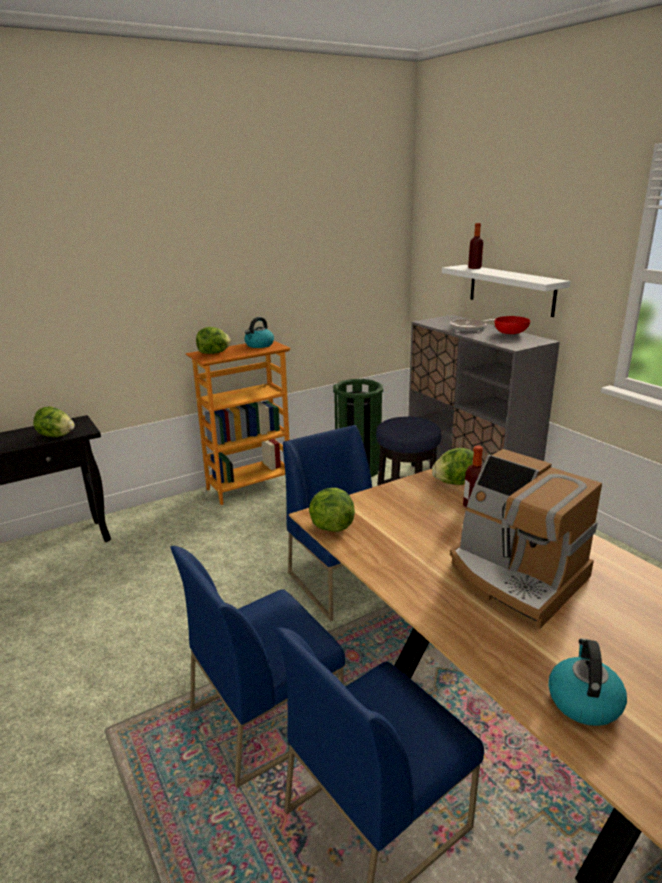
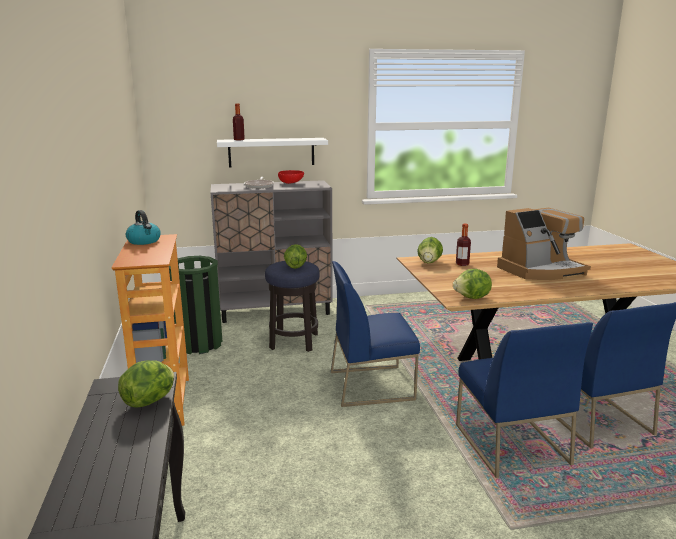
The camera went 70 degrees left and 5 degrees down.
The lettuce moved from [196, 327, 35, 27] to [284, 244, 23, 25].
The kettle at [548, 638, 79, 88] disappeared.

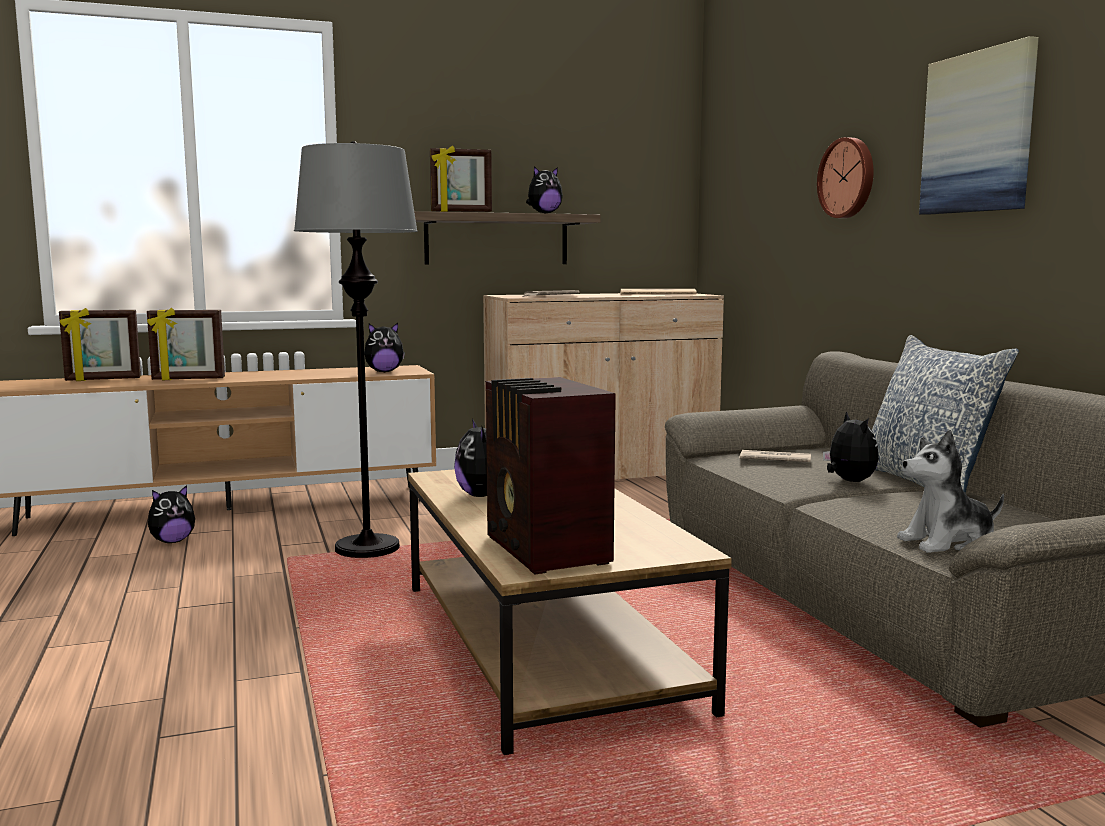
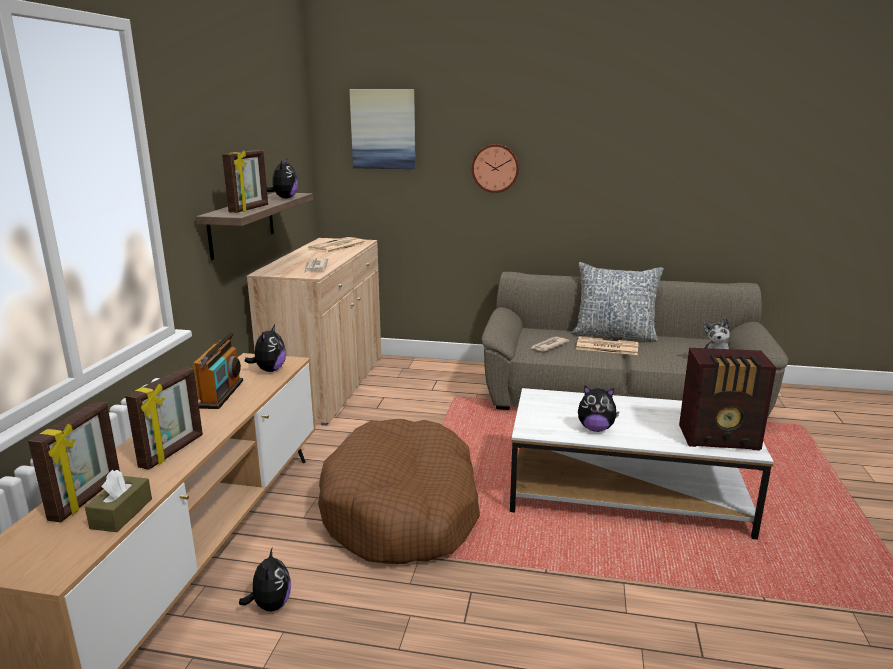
The camera went 60 degrees left and 10 degrees up.
The brown tissue box at [85, 469, 67, 63] appeared.
The radio at [193, 332, 50, 77] appeared.
The grey floor lamp at [294, 141, 124, 417] was replaced by the brown dog bed at [318, 419, 162, 145].
The picture moved from [919, 36, 120, 179] to [349, 89, 67, 80].
The brown coffee table at [408, 469, 324, 286] became the white coffee table at [510, 388, 264, 152].
The plush toy at [823, 412, 56, 70] was replaced by the newspaper at [576, 336, 62, 19].

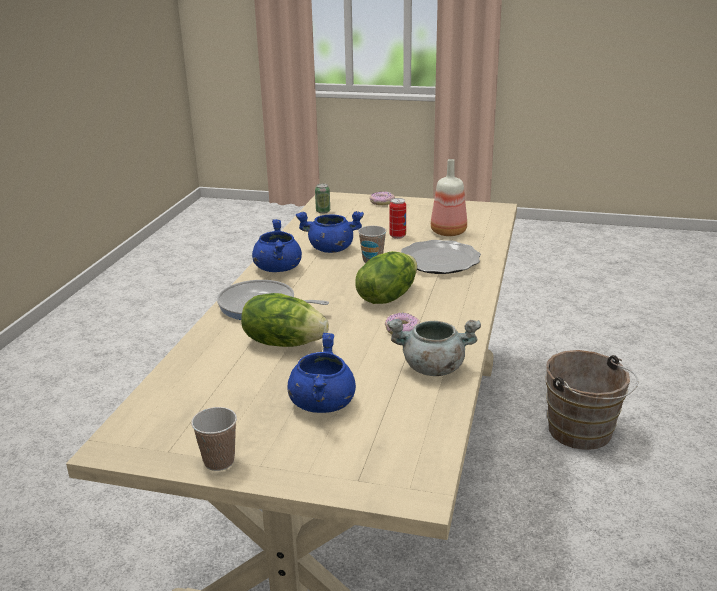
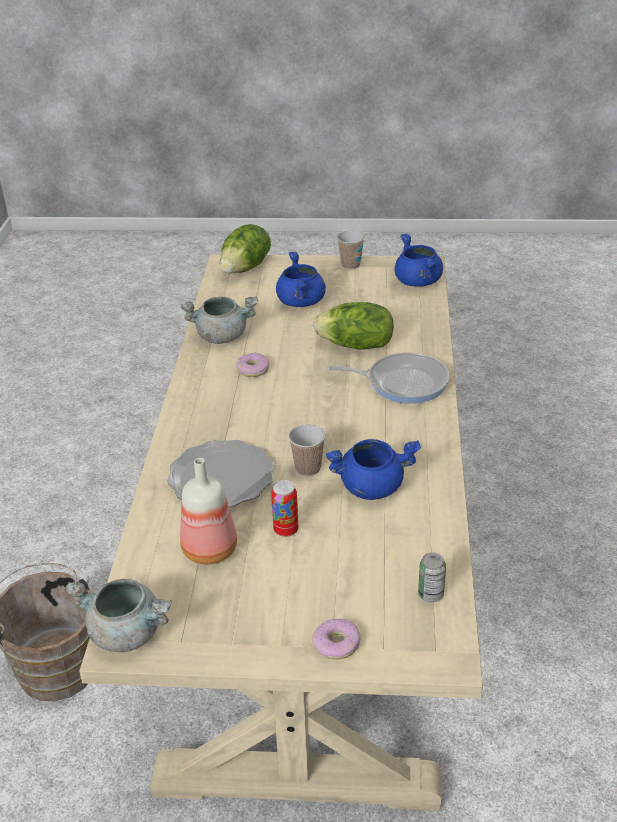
The camera went 170 degrees right and 10 degrees up.
The grey cooking pot at [64, 579, 108, 73] appeared.
The lettuce moved from [355, 251, 62, 53] to [220, 224, 51, 50].
The blue cooking pot moved from [252, 219, 50, 53] to [394, 234, 49, 53].

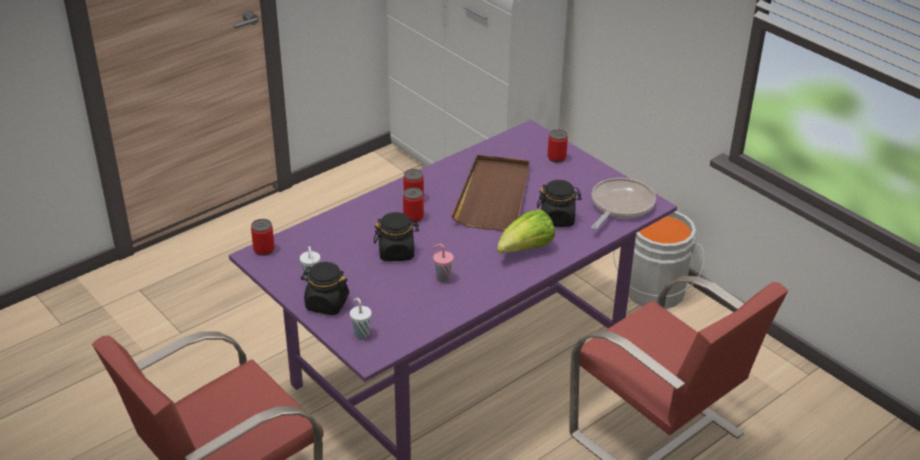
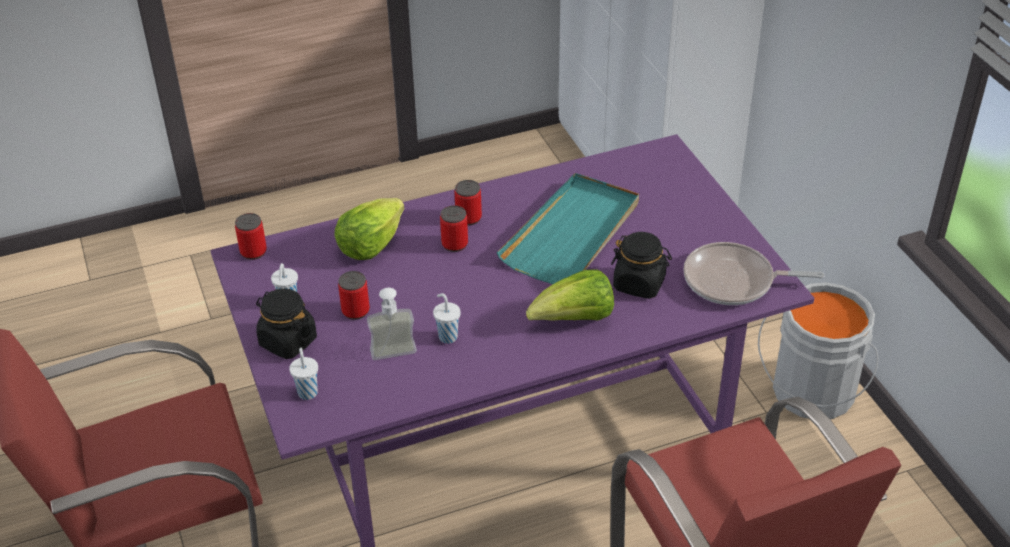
The camera went 20 degrees right and 5 degrees up.
The lettuce at [334, 198, 70, 62] appeared.
The can moved from [548, 130, 20, 33] to [338, 271, 32, 49].
The soap dispenser at [367, 288, 50, 72] appeared.
The pink cup at [433, 244, 21, 38] became the white cup at [433, 293, 28, 51].
The brown tray at [452, 155, 77, 76] became the turquoise tray at [497, 173, 142, 111].
The frying pan at [591, 178, 65, 52] turned 135 degrees counterclockwise.
The black jar at [374, 212, 45, 49] disappeared.

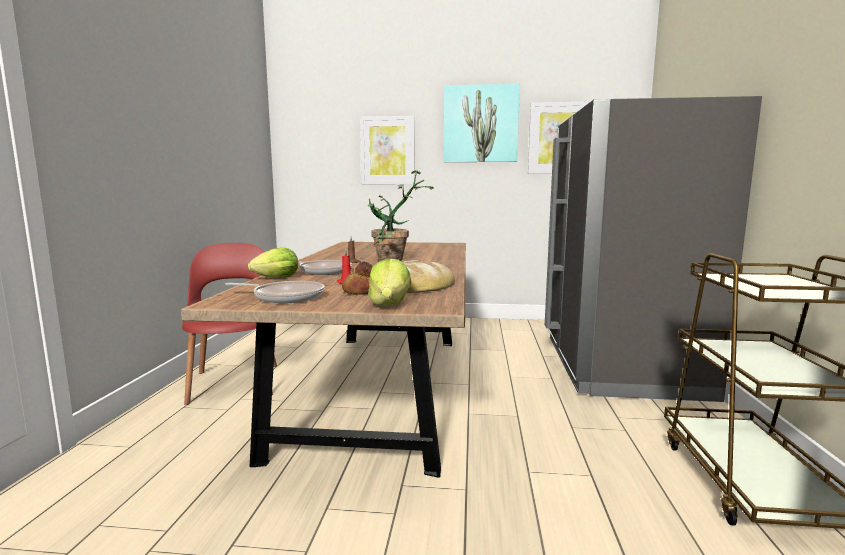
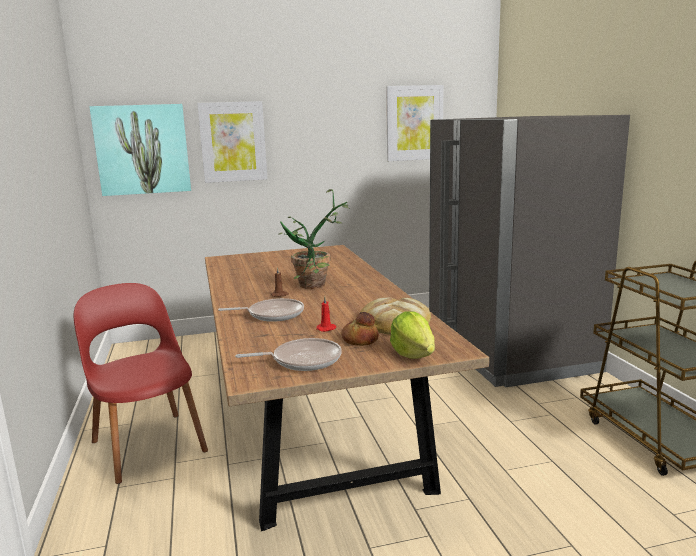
The camera went 20 degrees left and 5 degrees up.
The picture moved from [444, 84, 76, 78] to [89, 104, 102, 92].
The lettuce at [248, 248, 50, 30] disappeared.

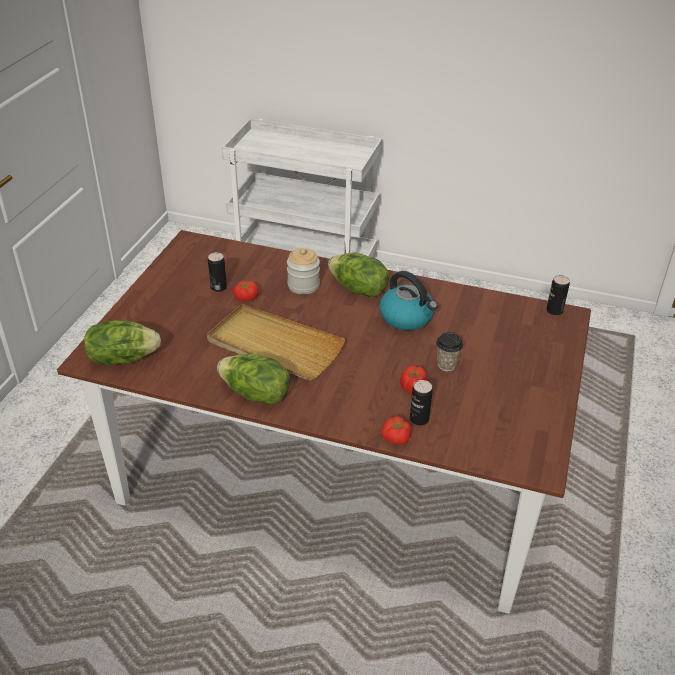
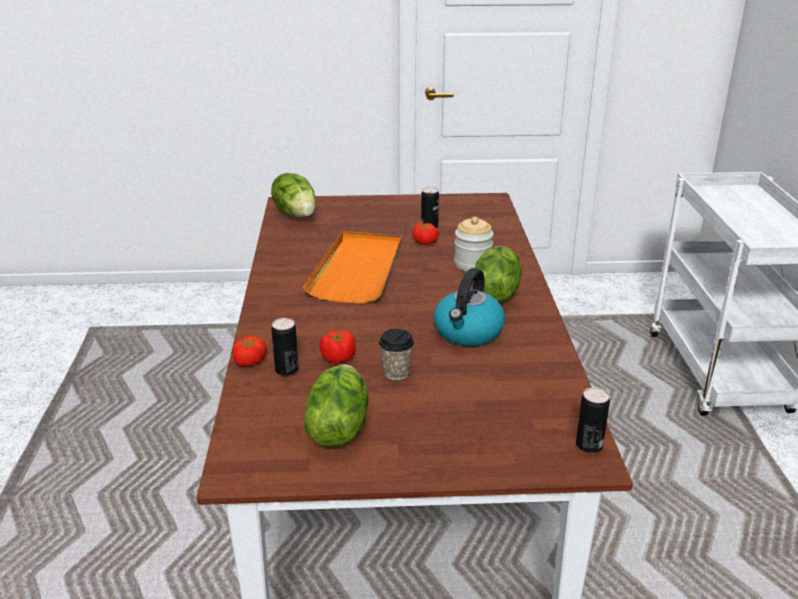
The camera went 70 degrees right and 10 degrees down.
The beige tray at [207, 304, 138, 77] became the orange tray at [303, 231, 99, 73].
The lettuce moved from [217, 353, 73, 52] to [304, 364, 64, 83].

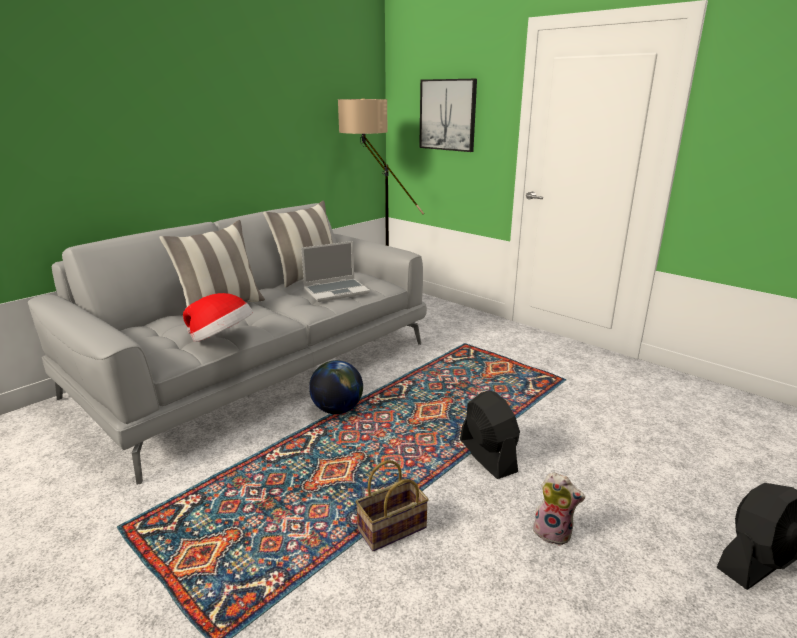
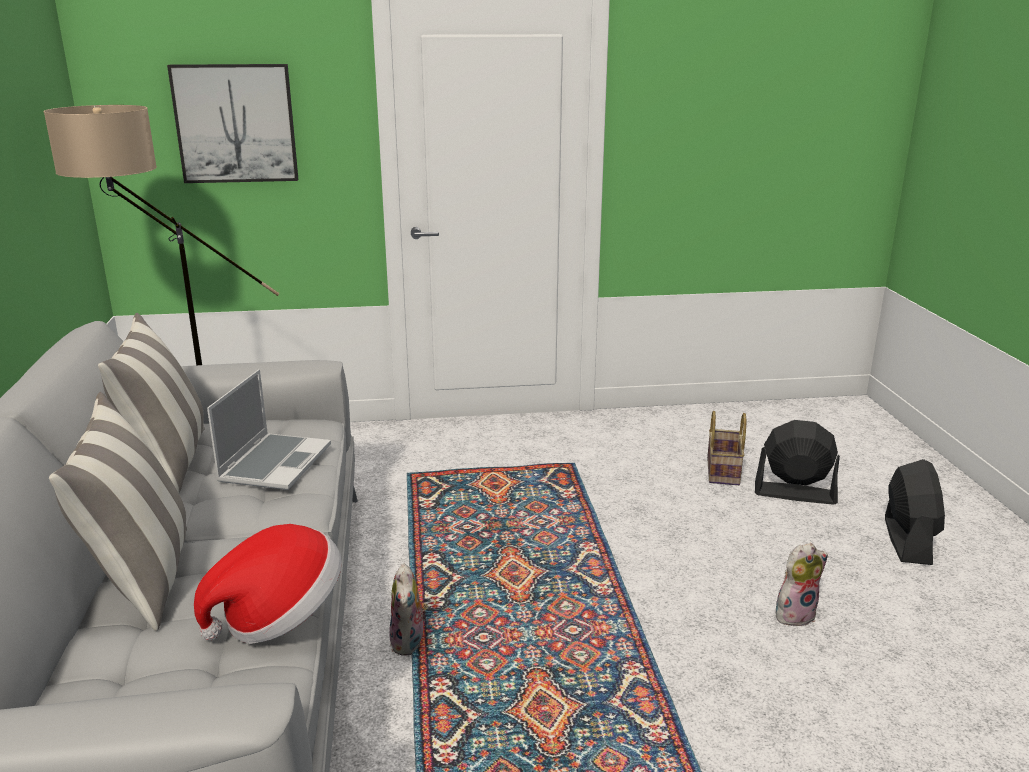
The camera went 50 degrees left and 0 degrees up.
The globe at [309, 360, 54, 54] was replaced by the plush toy at [389, 563, 39, 93].
The basket moved from [356, 460, 73, 91] to [707, 411, 39, 74].
The black fan moved from [460, 391, 60, 88] to [755, 420, 85, 85].

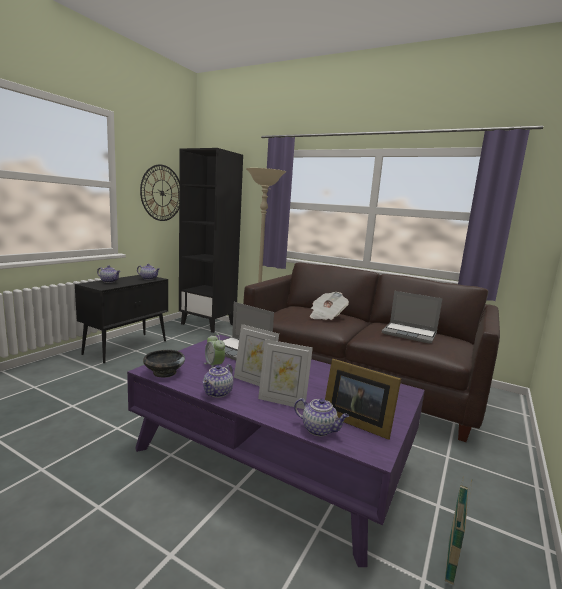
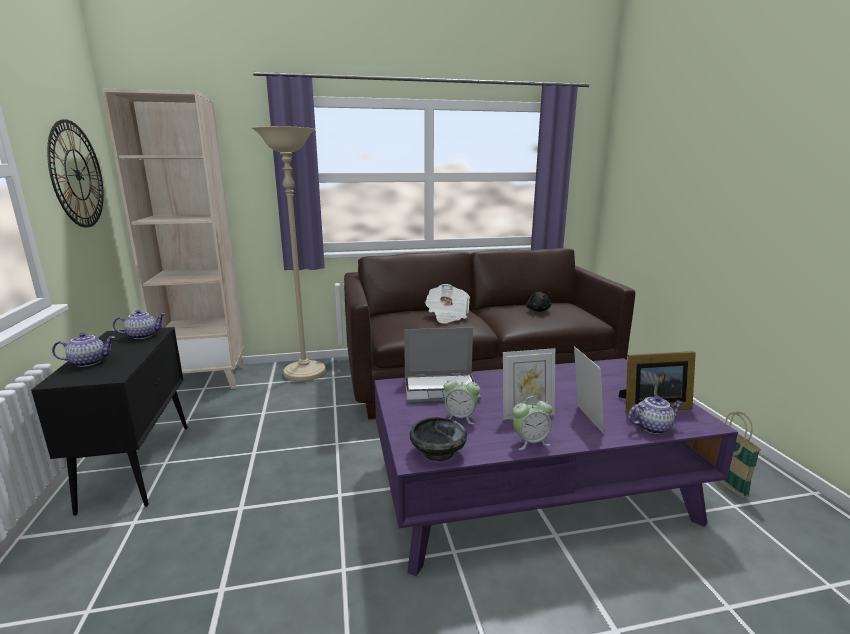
The camera went 40 degrees left and 5 degrees up.
The black bookcase at [179, 148, 64, 185] became the beige bookcase at [102, 88, 142, 301].
The teapot at [203, 364, 30, 34] was replaced by the alarm clock at [513, 396, 39, 54].
The laptop at [382, 291, 61, 53] was replaced by the black plush toy at [526, 292, 25, 20].
The picture frame at [258, 339, 55, 70] turned 75 degrees counterclockwise.

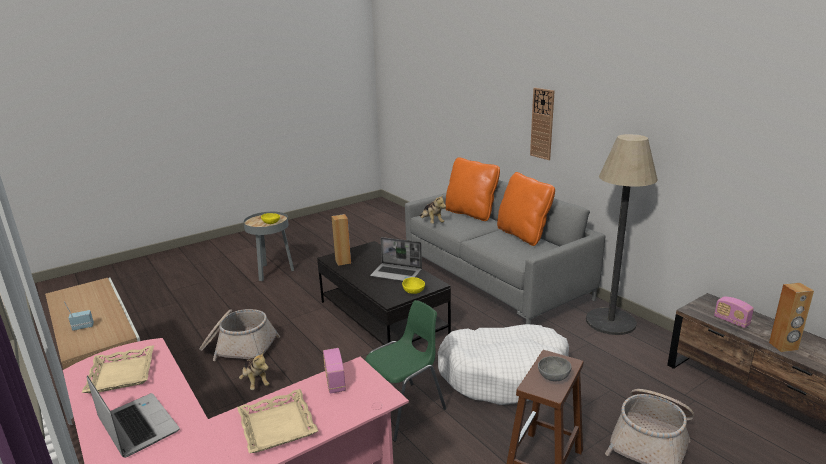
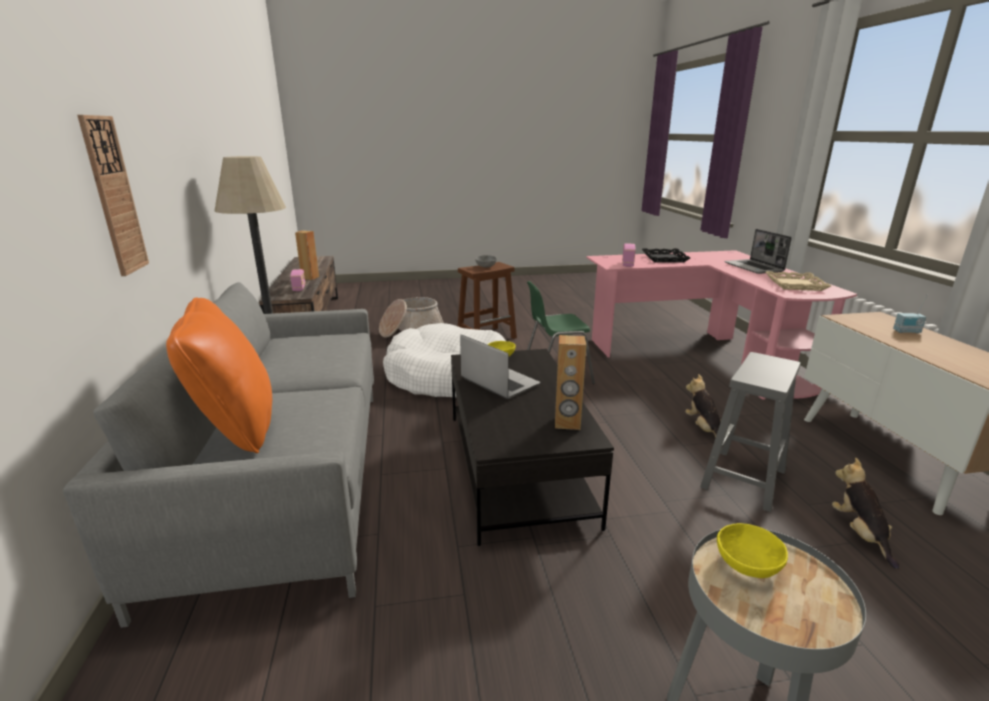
The camera went 155 degrees left and 0 degrees up.
The beige tray at [237, 389, 81, 64] became the black tray at [642, 248, 48, 15].
The basket at [199, 309, 81, 52] was replaced by the grey stool at [700, 352, 101, 160].
The plush toy moved from [419, 194, 27, 30] to [832, 458, 67, 111].
The orange pillow at [497, 172, 58, 74] disappeared.

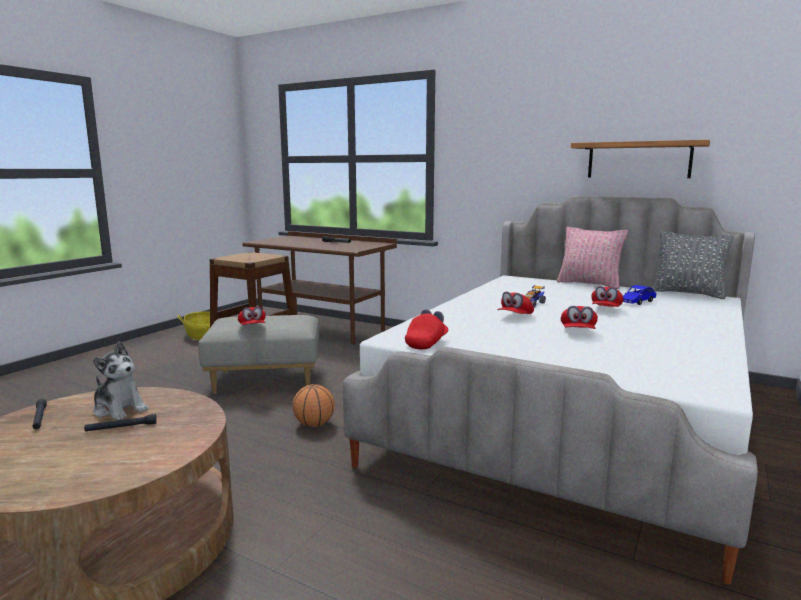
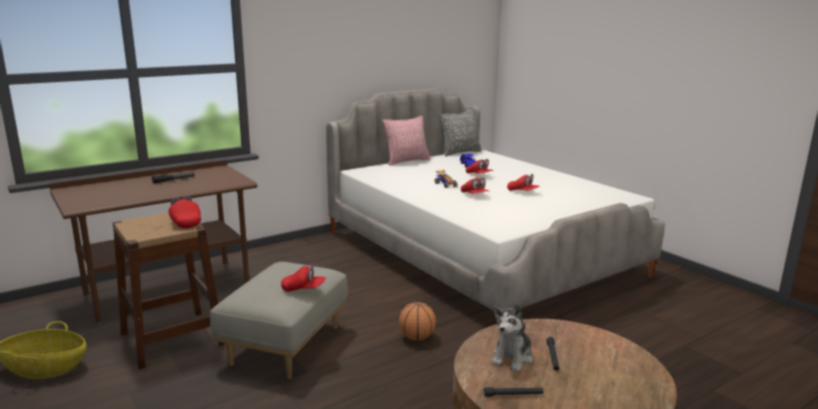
The camera went 65 degrees left and 5 degrees up.
The red cap moved from [405, 309, 43, 40] to [168, 196, 33, 32].
The plush toy at [93, 341, 55, 79] turned 150 degrees clockwise.
The shelf at [571, 140, 139, 38] disappeared.

